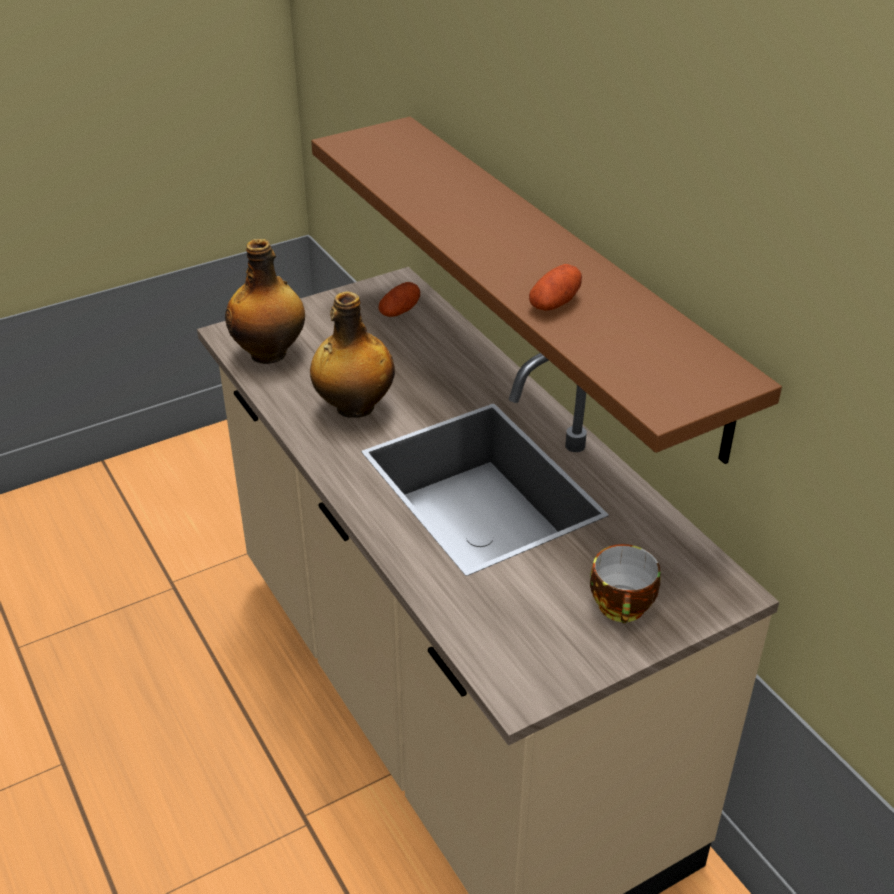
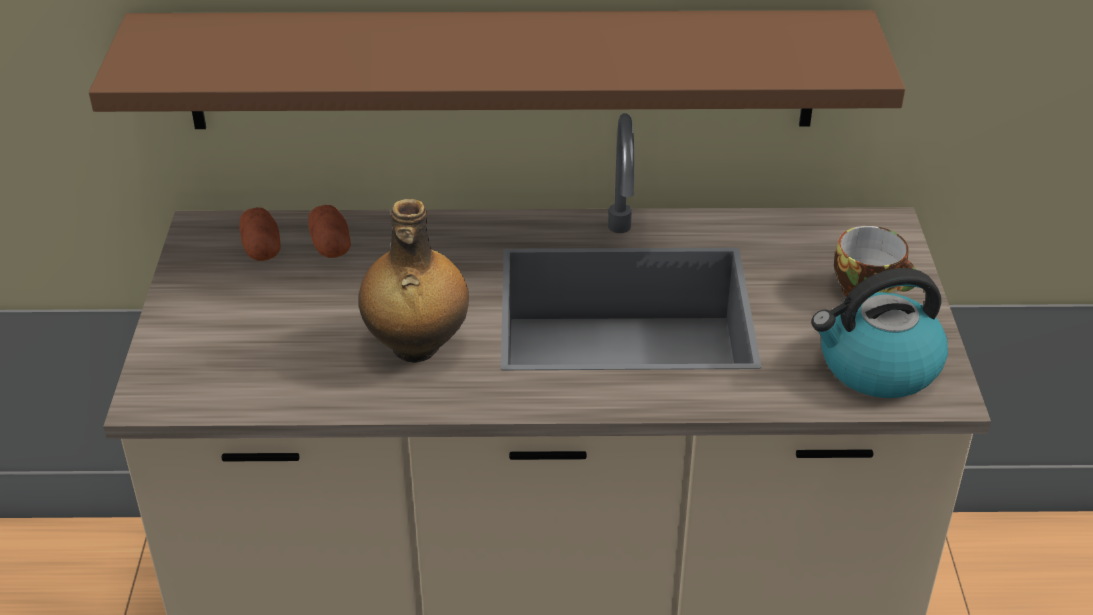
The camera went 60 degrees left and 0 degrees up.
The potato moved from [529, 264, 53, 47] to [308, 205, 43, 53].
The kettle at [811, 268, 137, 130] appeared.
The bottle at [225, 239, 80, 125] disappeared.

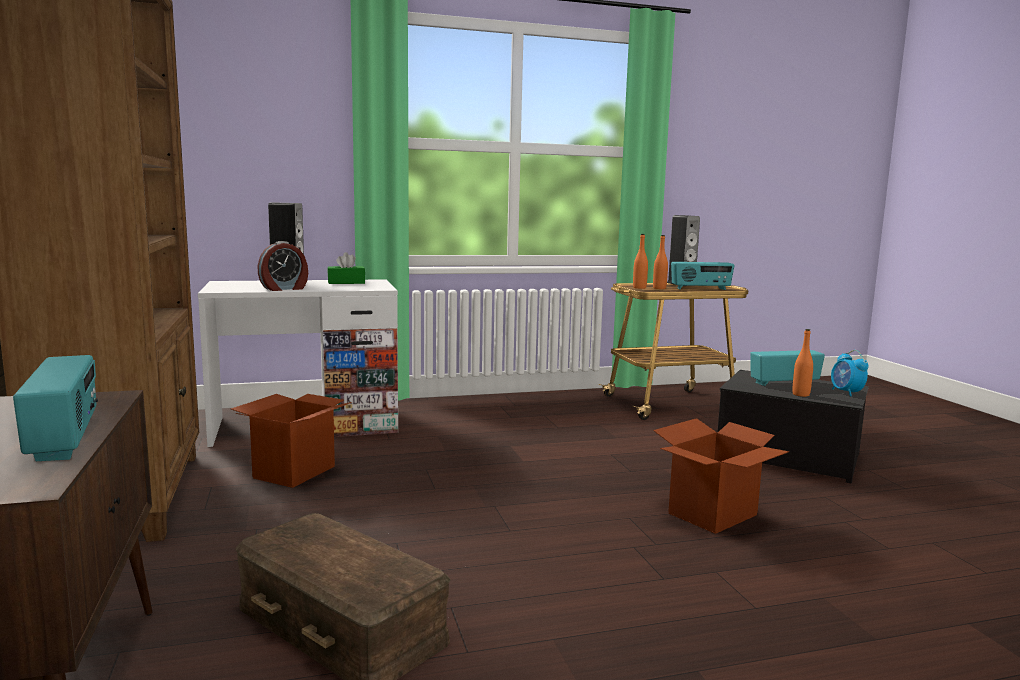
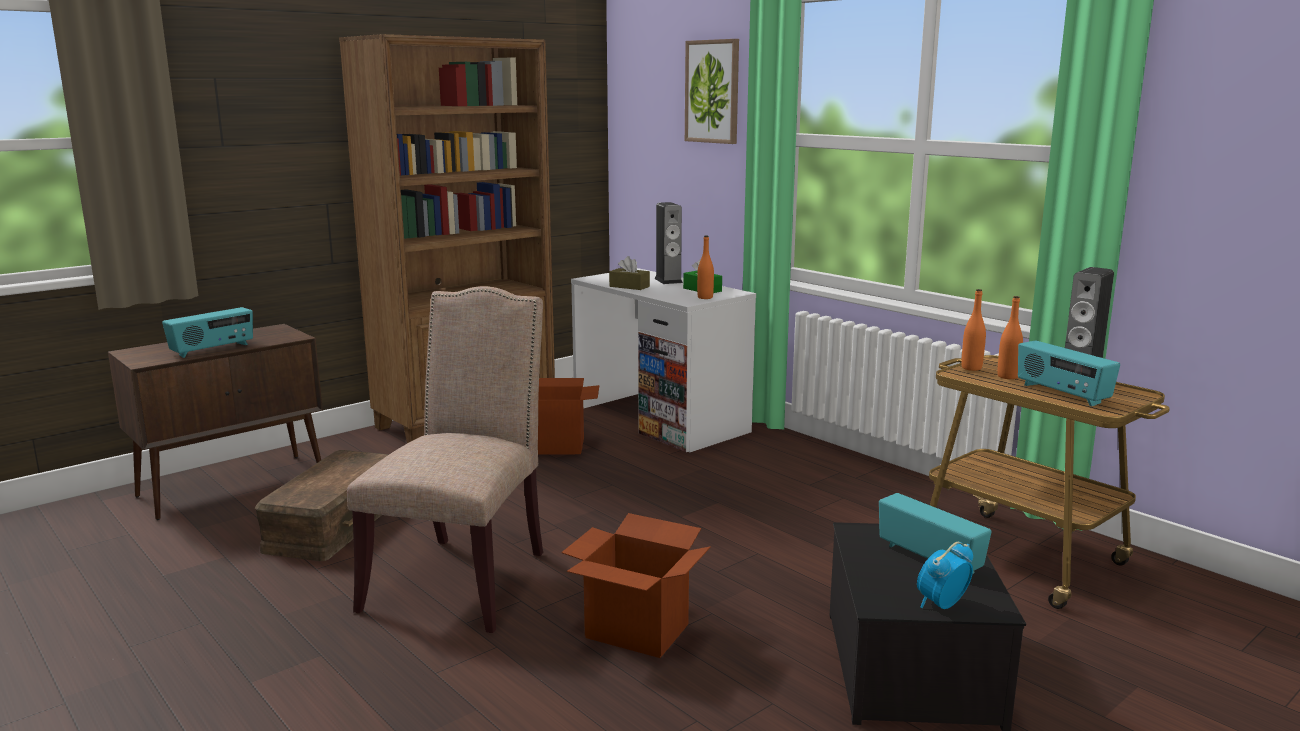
The camera went 65 degrees right and 5 degrees up.
The beige chair at [347, 286, 196, 347] appeared.
The alarm clock at [258, 241, 50, 50] was replaced by the brown tissue box at [609, 256, 41, 34].
The picture at [685, 39, 54, 105] appeared.
The orange bottle moved from [792, 329, 21, 68] to [697, 236, 17, 63].

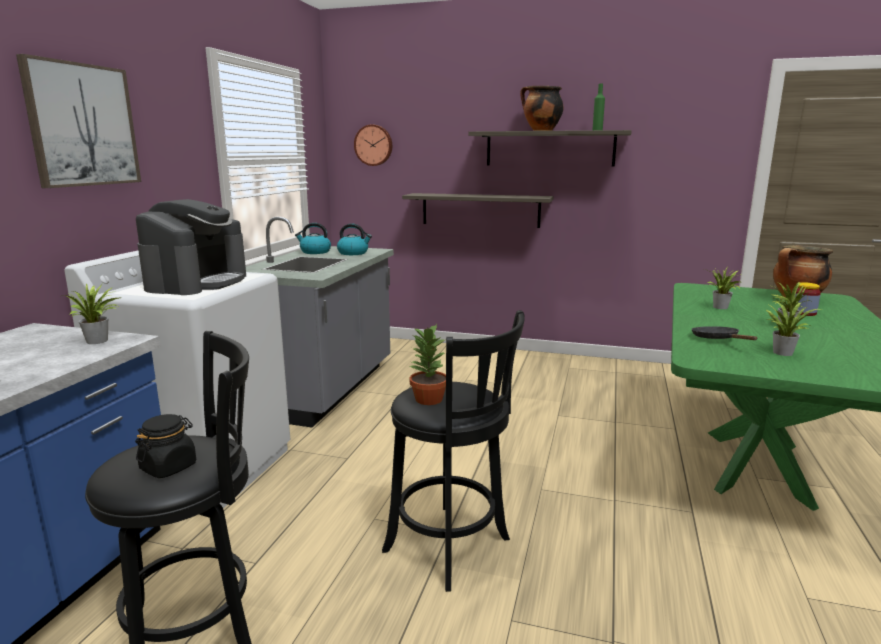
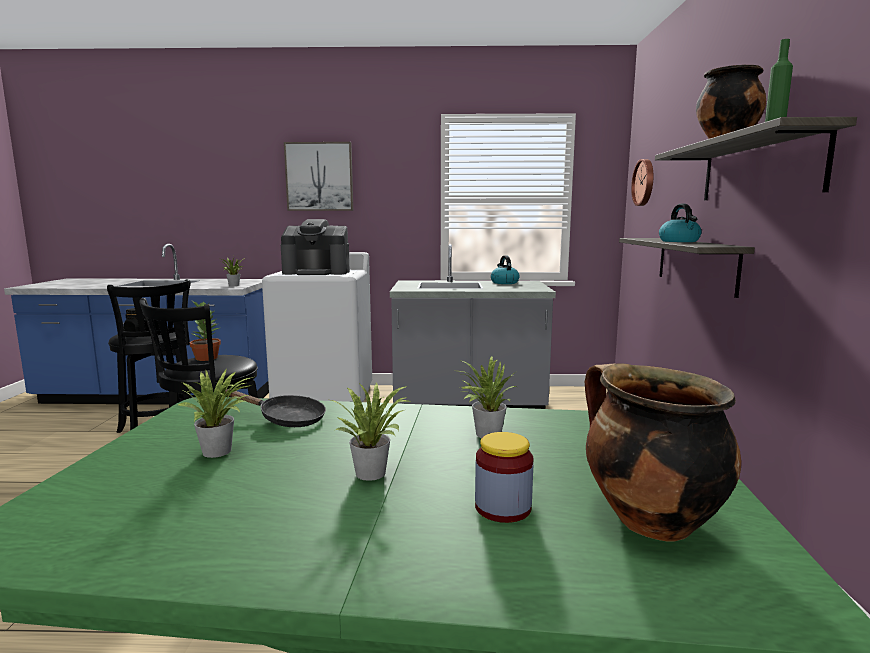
The camera went 75 degrees right and 5 degrees down.
The black frying pan at [692, 326, 65, 14] turned 45 degrees clockwise.
The kettle moved from [337, 224, 35, 31] to [659, 204, 43, 38].

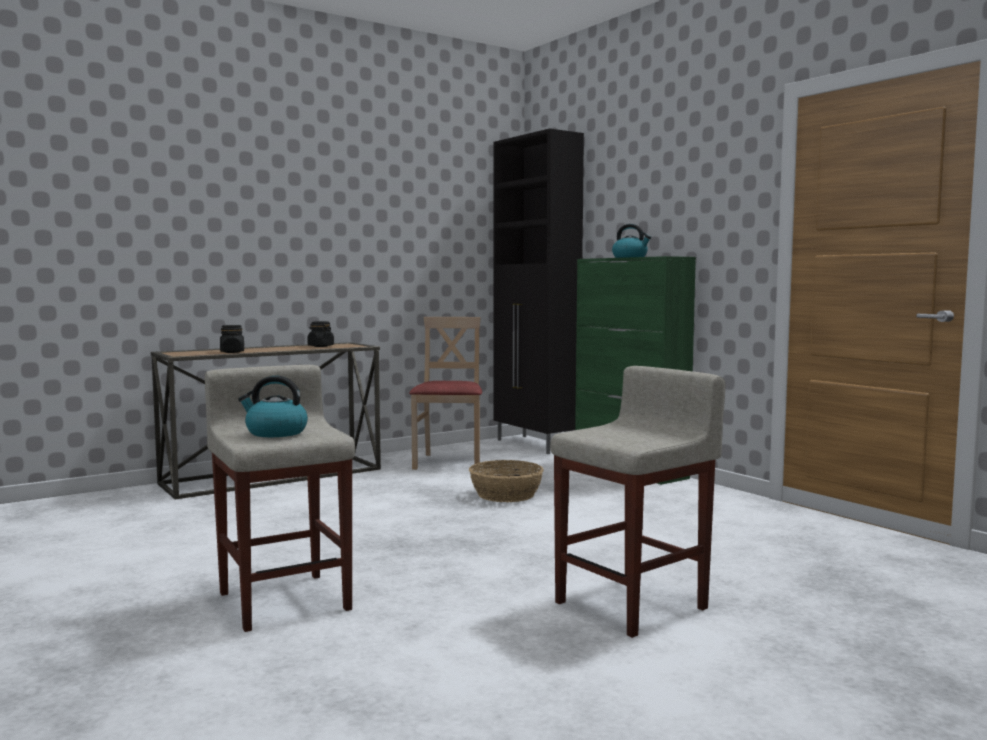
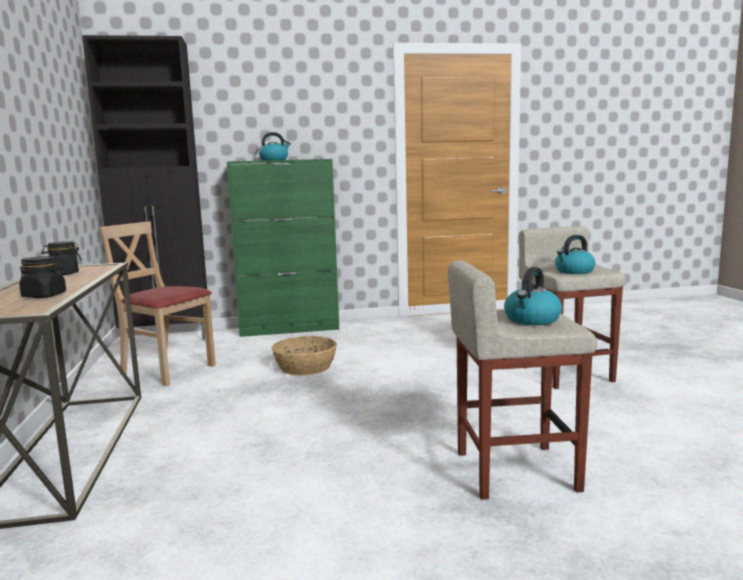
The camera went 65 degrees left and 5 degrees up.
The kettle at [555, 235, 40, 39] appeared.

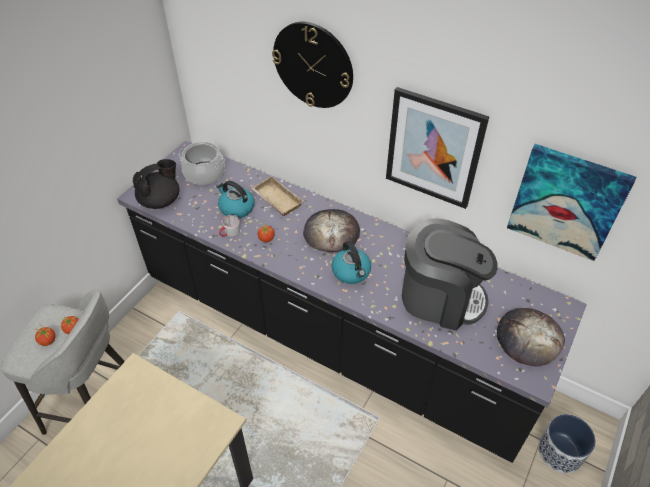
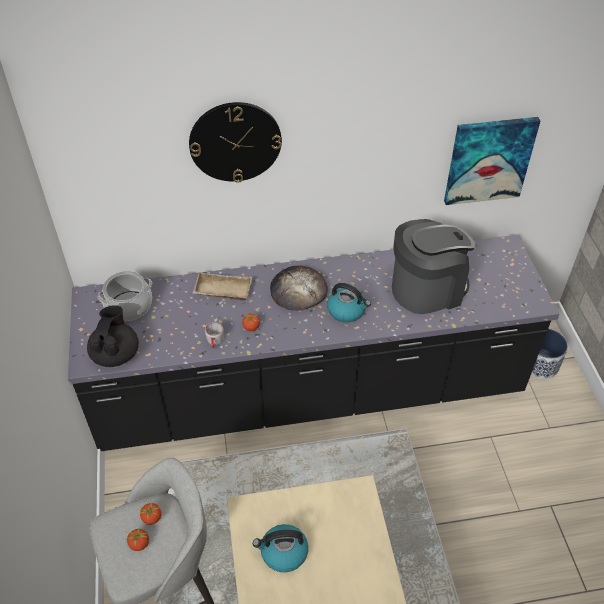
The camera went 40 degrees left and 0 degrees up.
The kettle moved from [216, 181, 39, 37] to [253, 524, 55, 48].
The picture at [386, 87, 103, 122] disappeared.
The bread at [497, 308, 68, 59] disappeared.

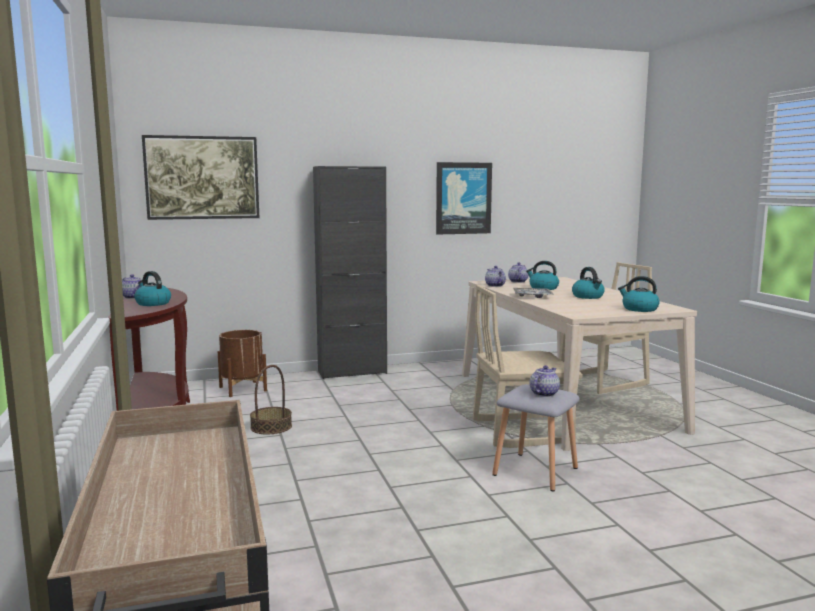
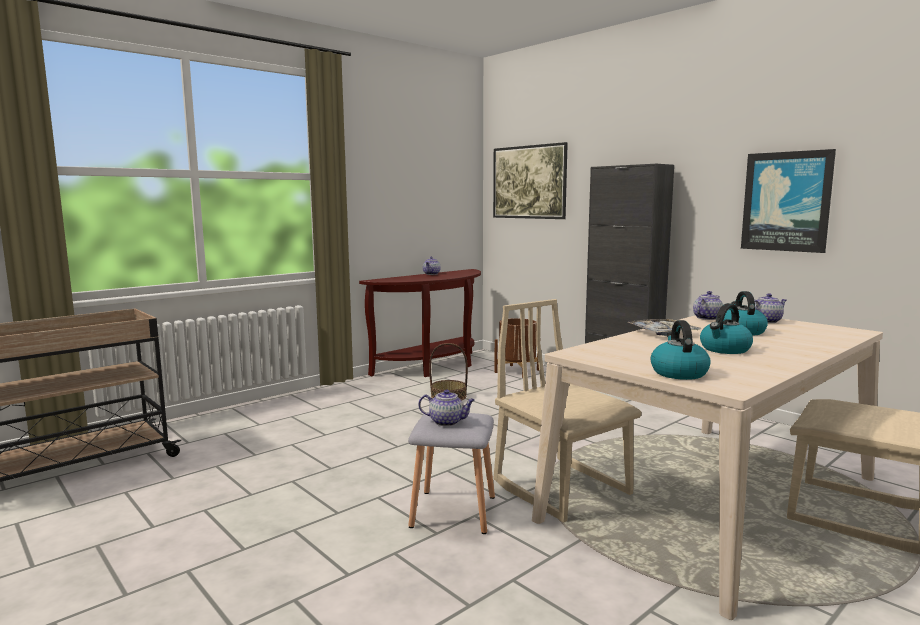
The camera went 65 degrees right and 0 degrees up.
The kettle at [134, 271, 37, 35] disappeared.

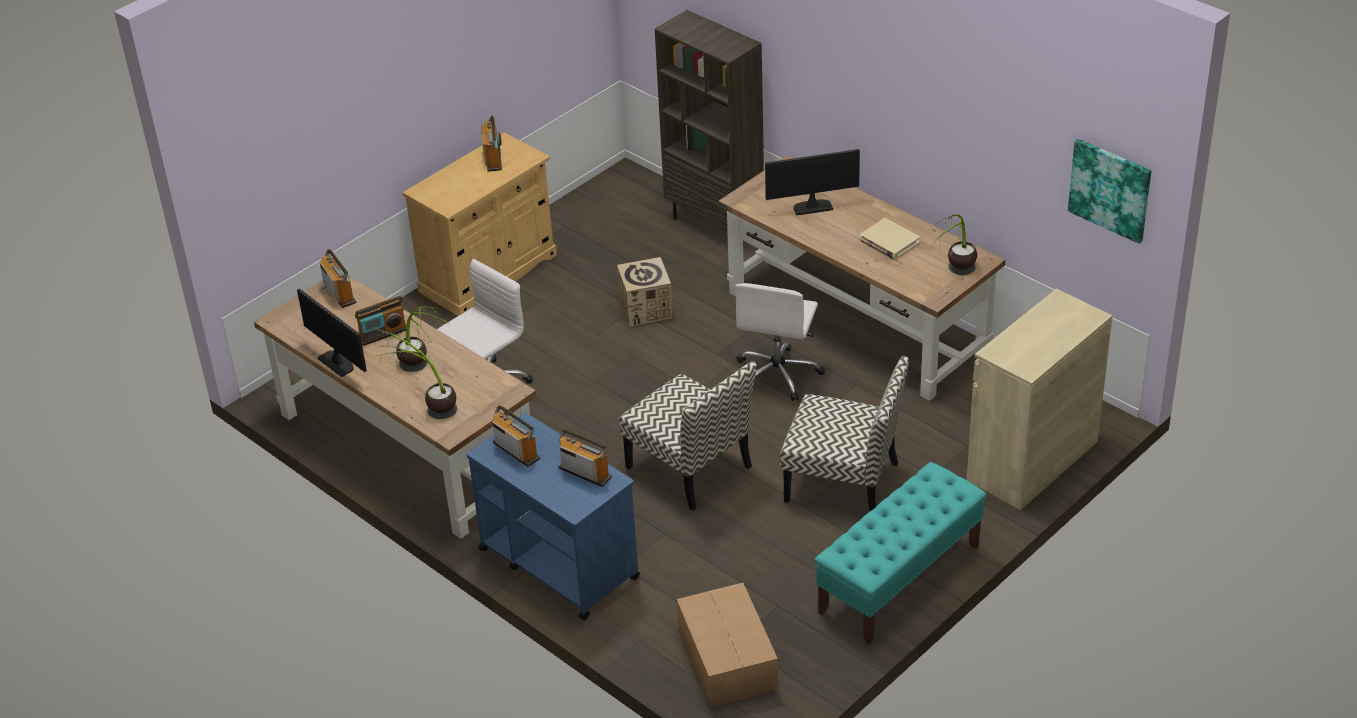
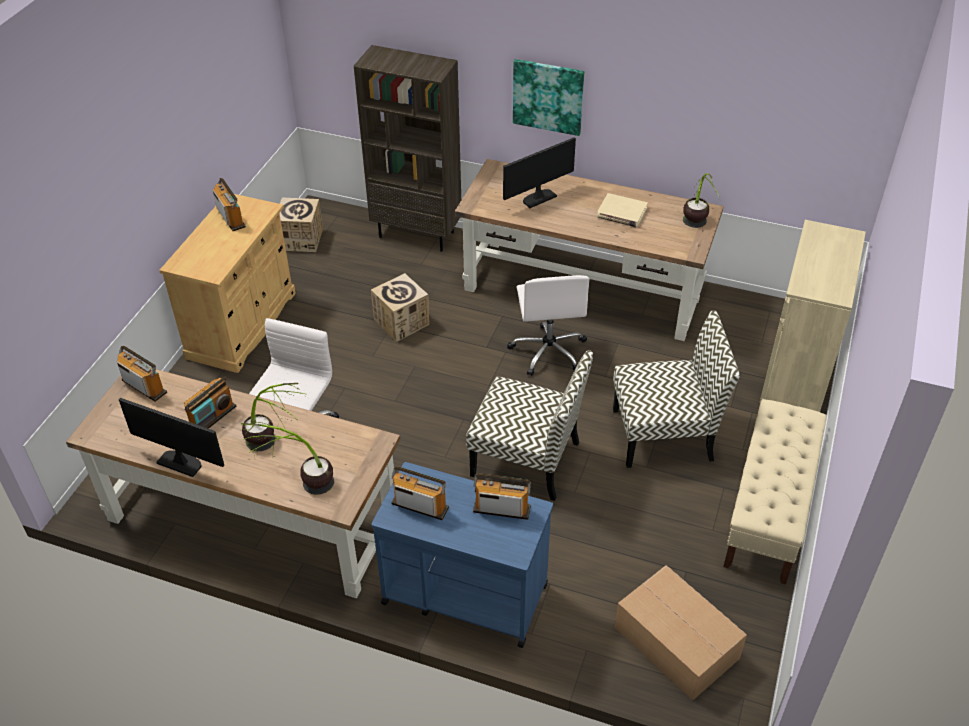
The camera went 25 degrees left and 5 degrees up.
The cardboard box at [279, 197, 44, 55] appeared.
The picture moved from [1068, 139, 83, 105] to [513, 59, 71, 77].
The turquoise bench at [814, 462, 173, 183] became the beige bench at [723, 399, 104, 185].

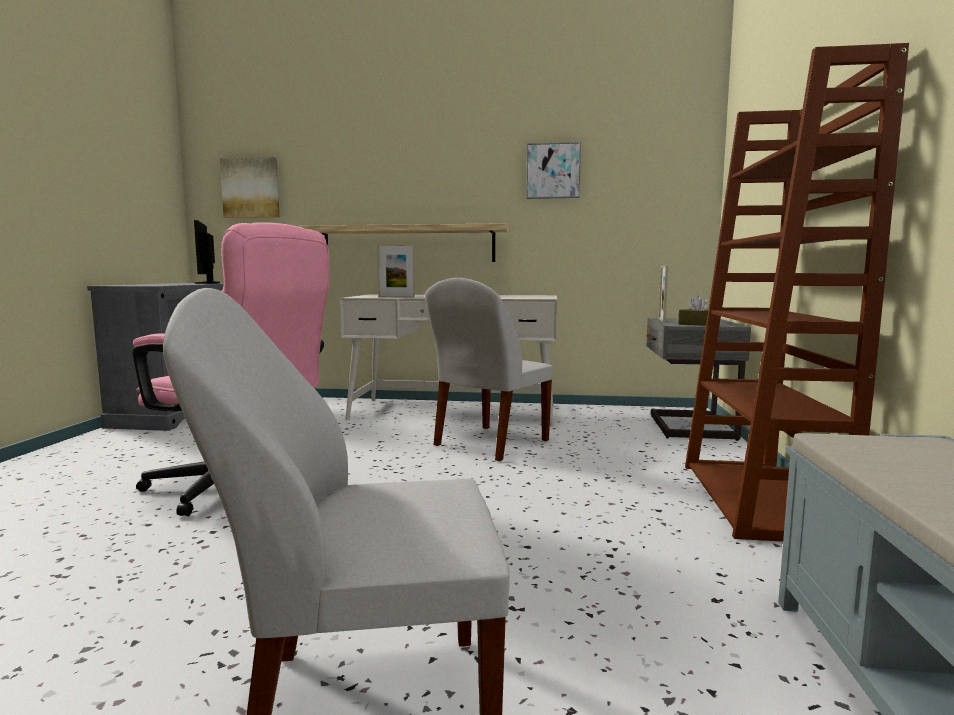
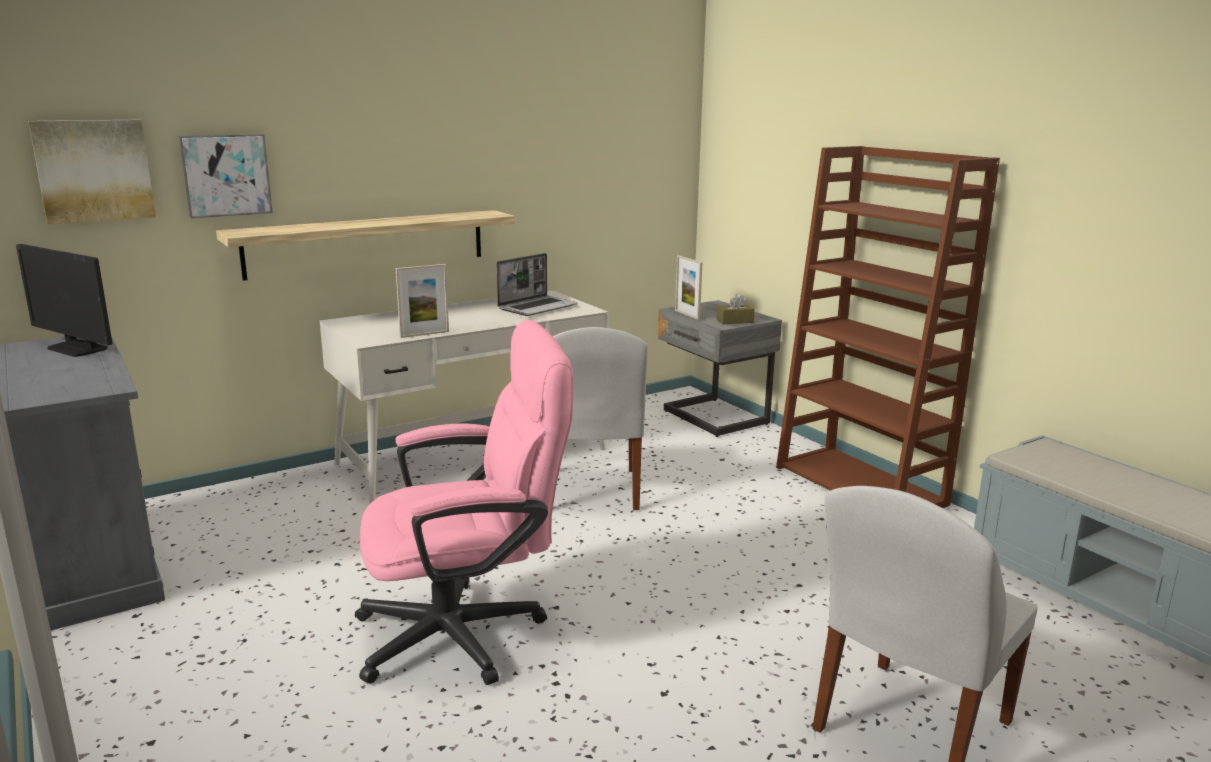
The camera went 40 degrees left and 10 degrees up.
The picture moved from [527, 142, 54, 57] to [179, 134, 94, 84].
The laptop at [496, 253, 82, 63] appeared.

